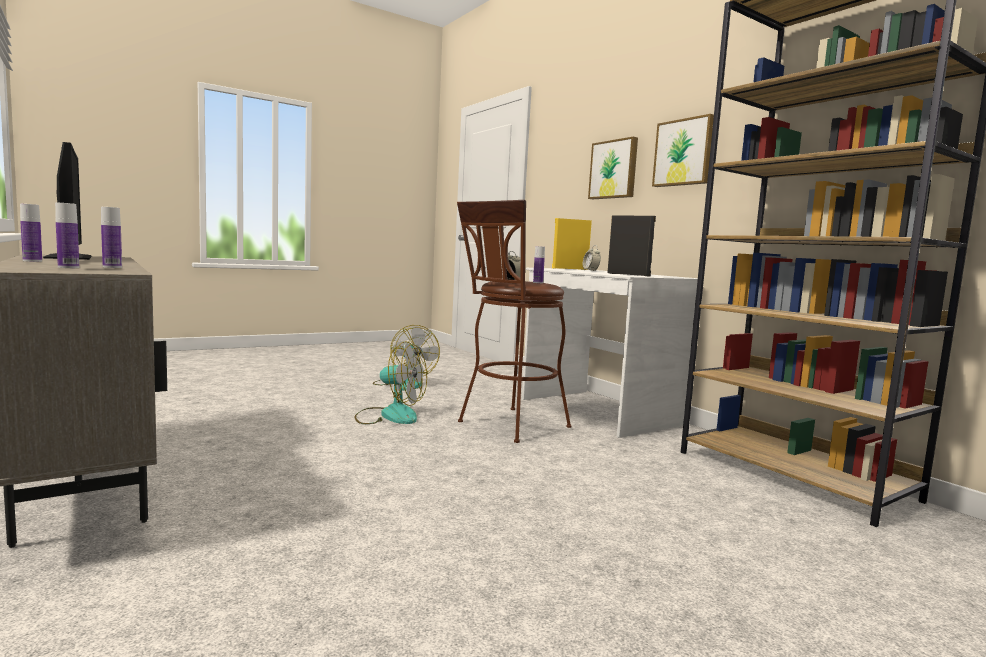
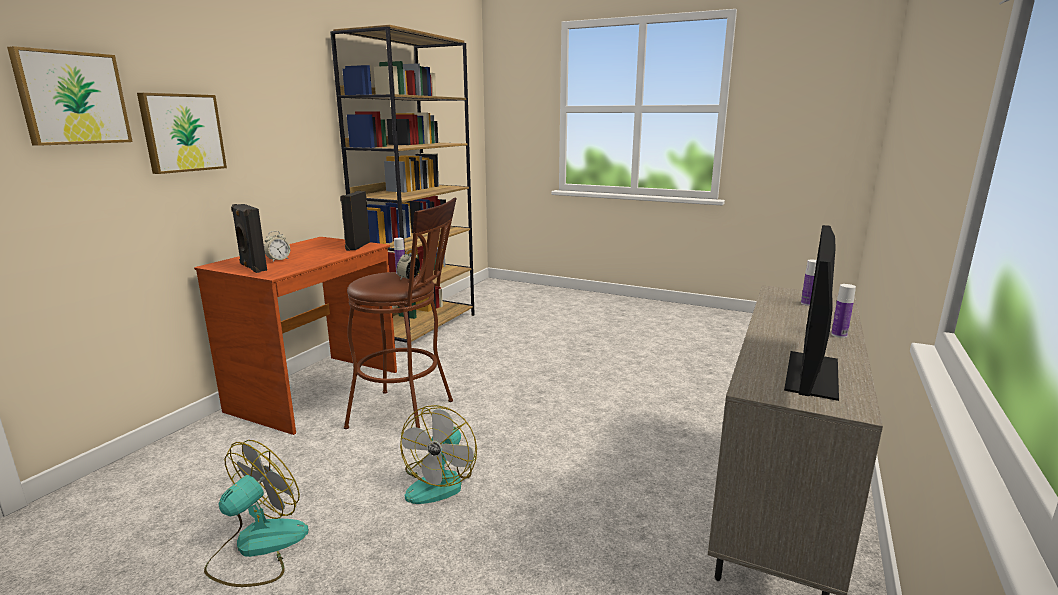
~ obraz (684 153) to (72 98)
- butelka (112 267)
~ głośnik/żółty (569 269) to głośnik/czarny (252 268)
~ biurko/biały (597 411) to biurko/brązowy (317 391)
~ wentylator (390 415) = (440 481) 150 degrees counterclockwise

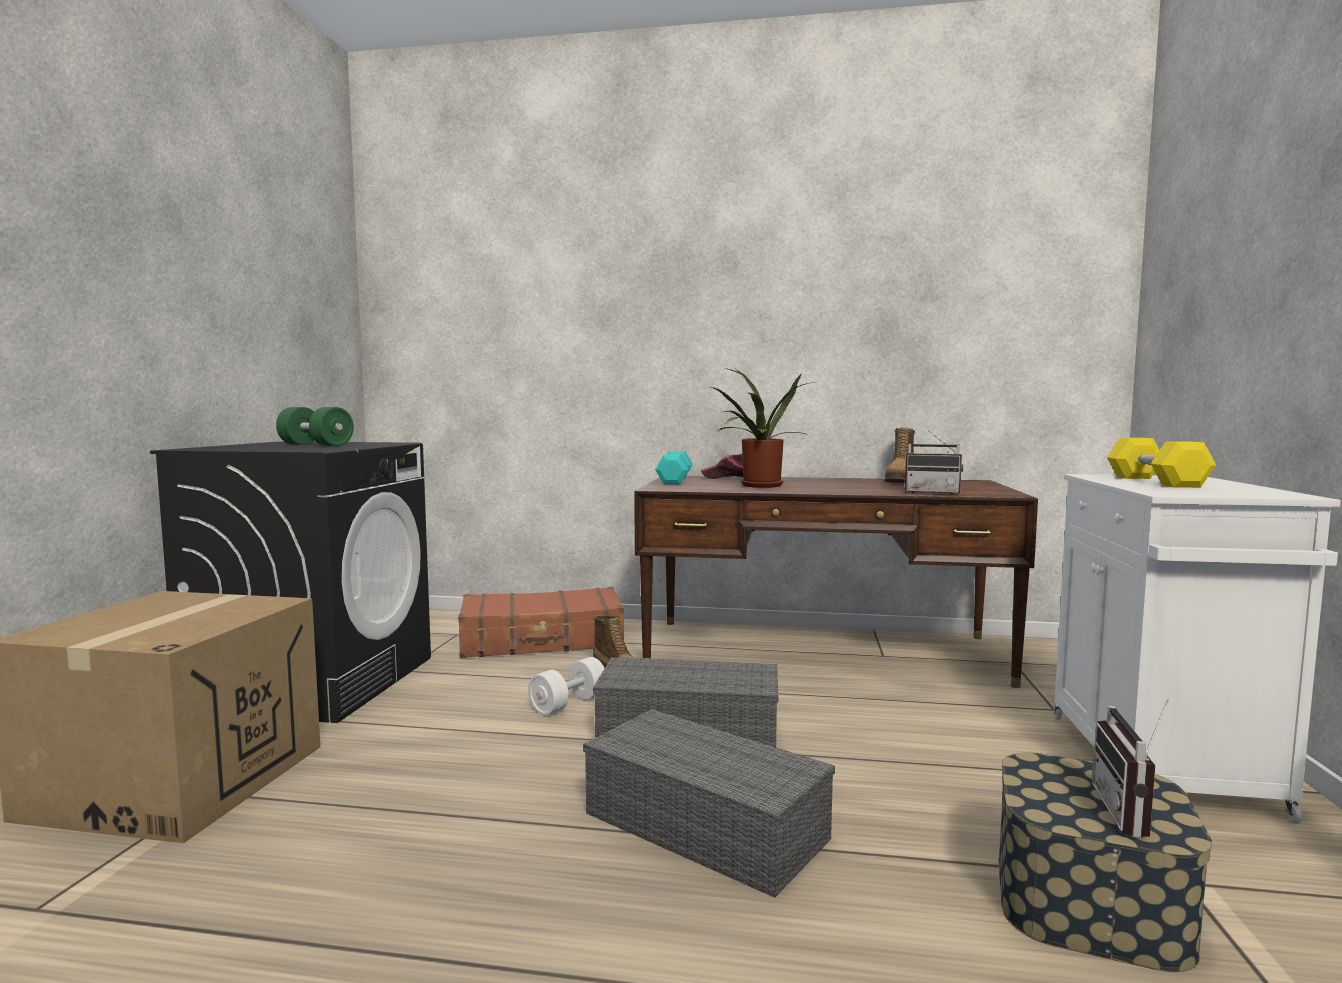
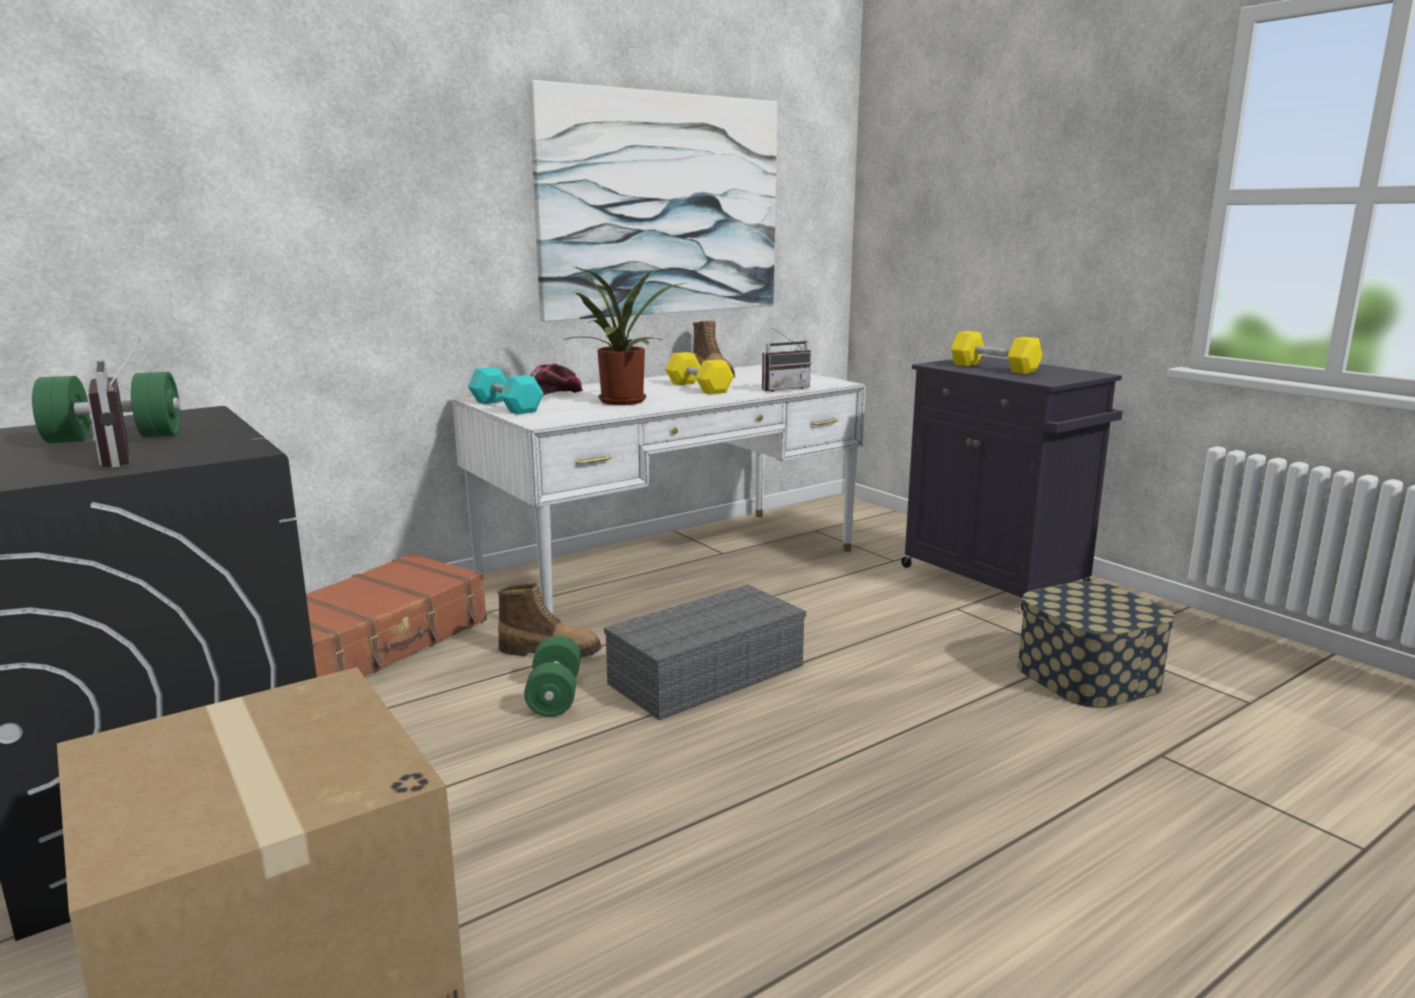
~ szafka/biały (1161 766) to szafka/czarny (997 579)
~ biurko/brązowy (821 651) to biurko/biały (670 564)
~ hantel/biały (568 704) to hantel/zielony (554 696)
~ radio (1133 814) to (130 457)
- pojemnik do przechowywania/szary (709 825)
+ obraz (662 205)
+ hantel/żółty (698 388)

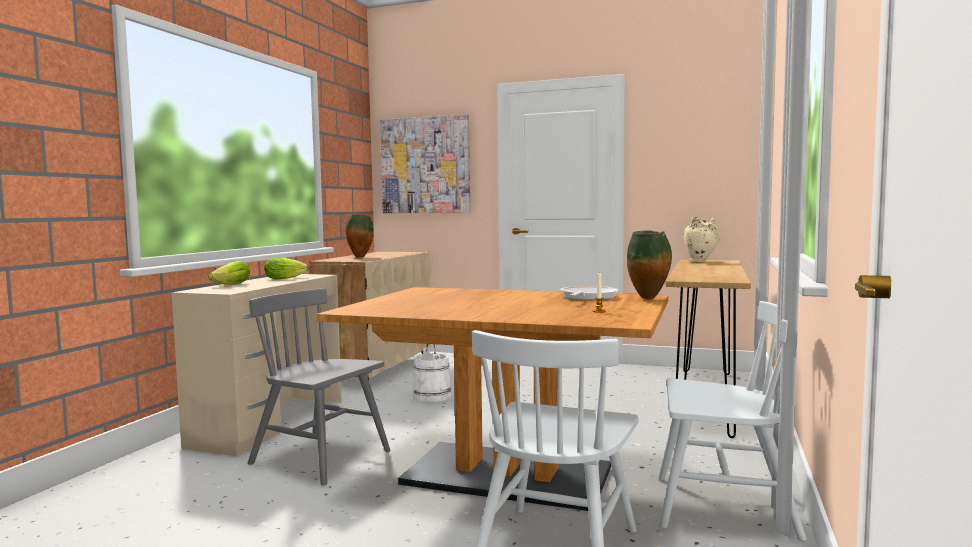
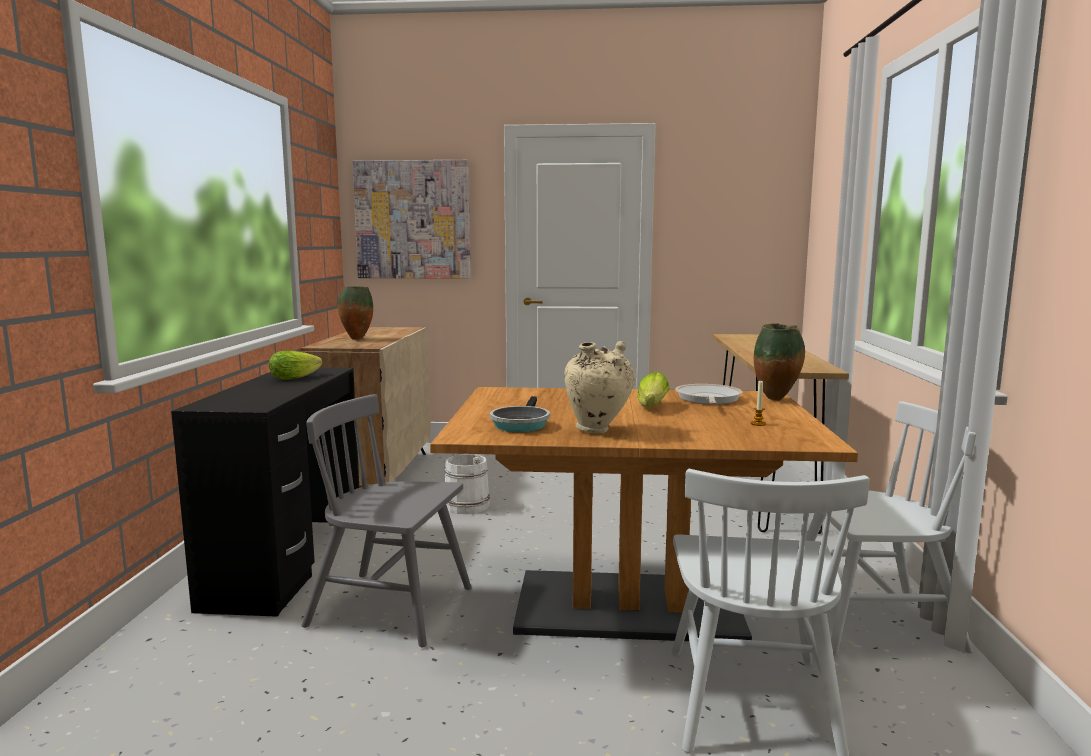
~ wazon/beżowy (701 262) to (598 430)
~ sałata (229 285) to (651 407)
~ biurko/beżowy (269 422) to biurko/czarny (287 561)
+ patelnia (520 424)

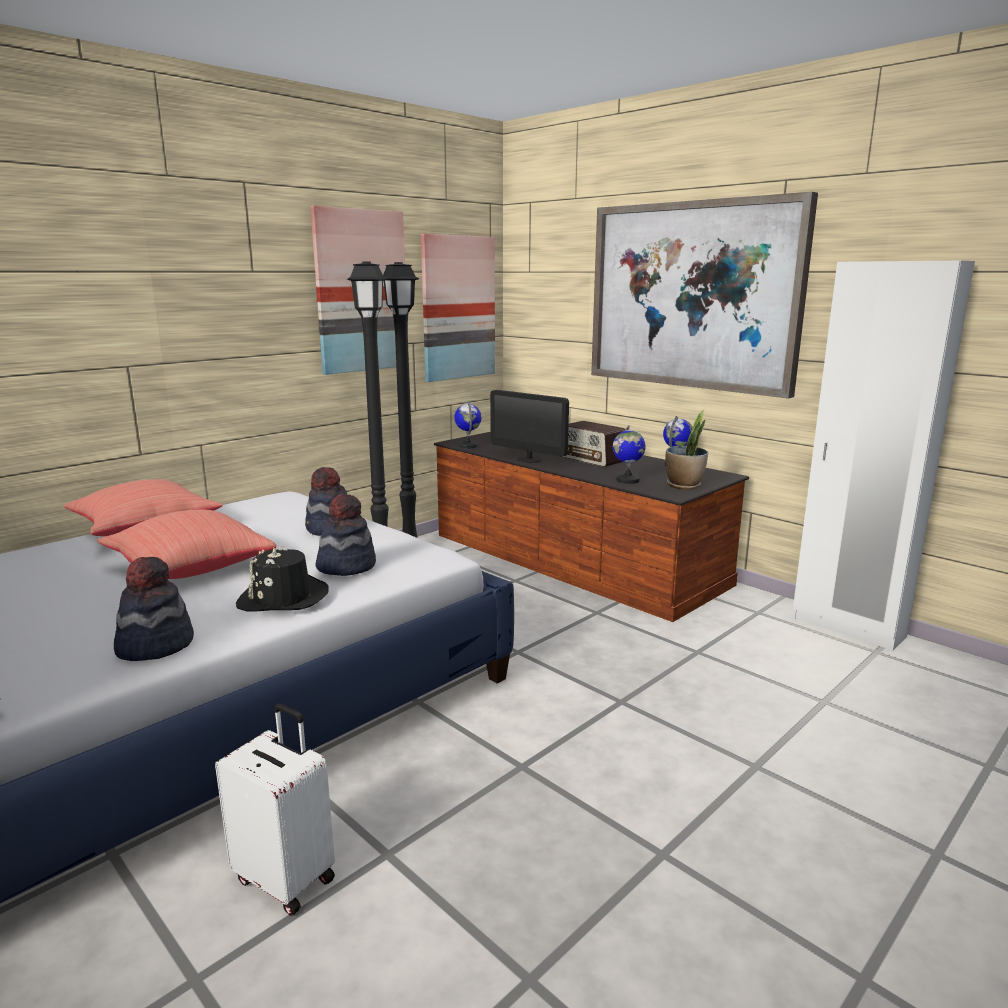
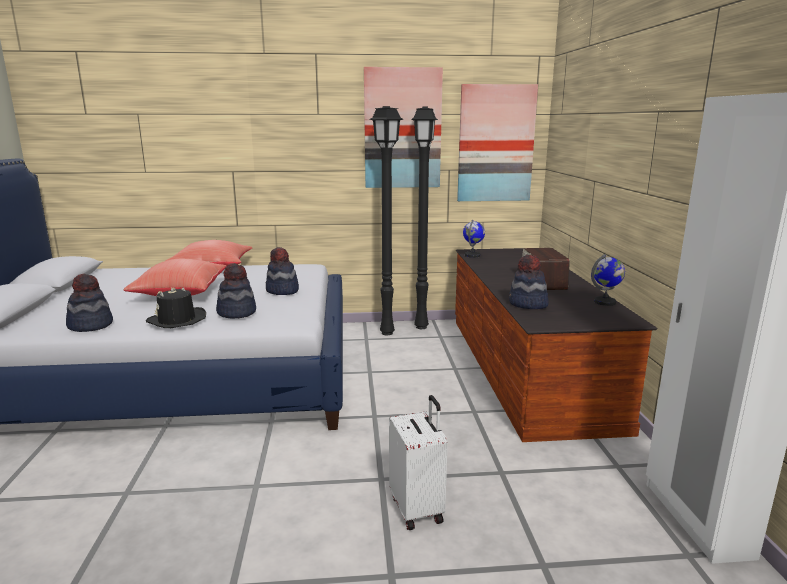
- obraz (692 296)
- monitor (529 459)
- roślina doniczkowa (684 485)
~ globus (627 480) to kapelusz (527 304)
~ walizka/biały (287 878) to (418 509)

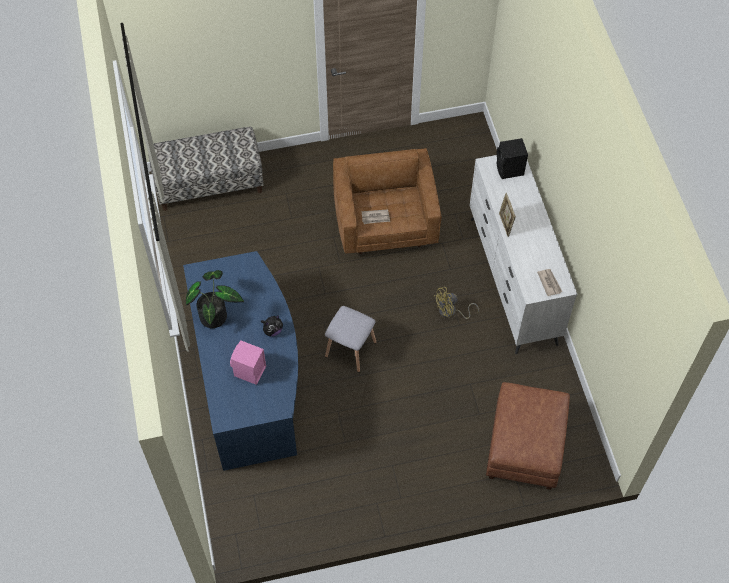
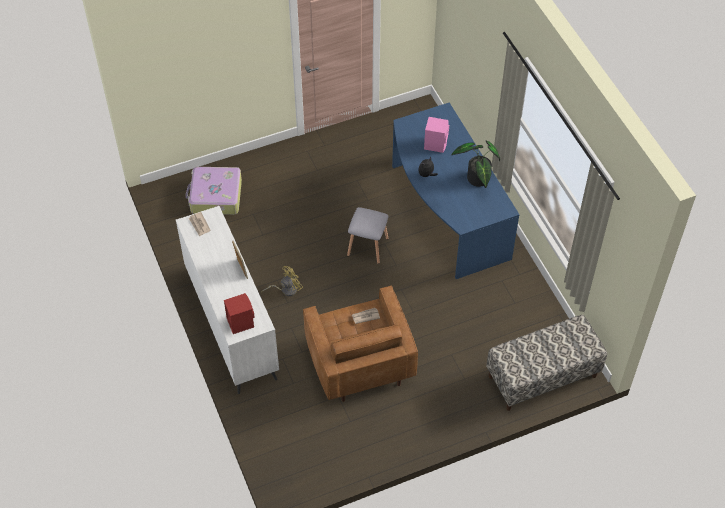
~ głośnik/czarny (510 170) to głośnik/czerwony (240 322)
~ pufa/brązowy (524 446) to walizka (215 196)

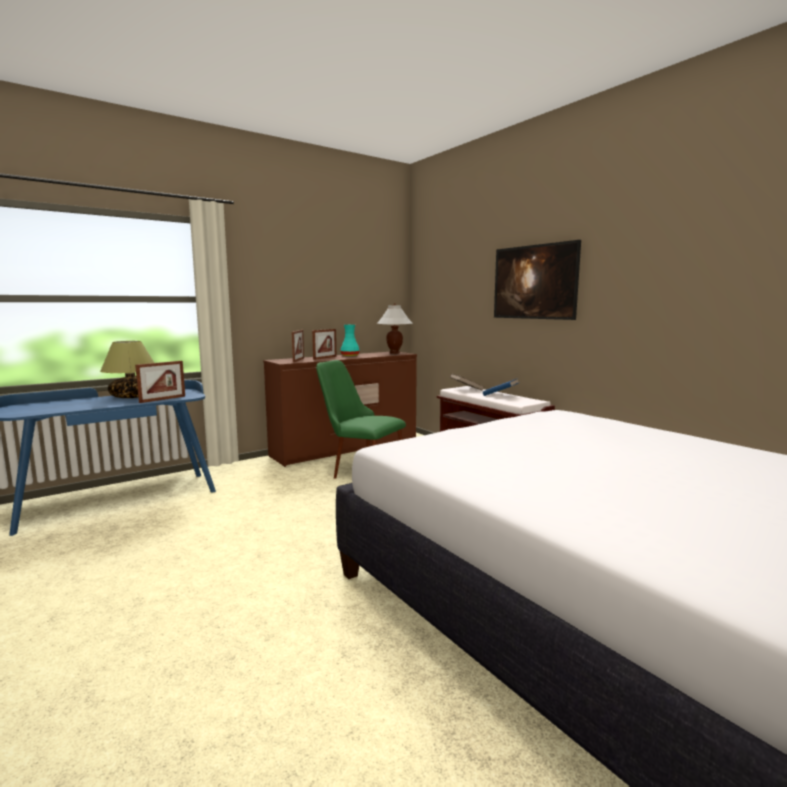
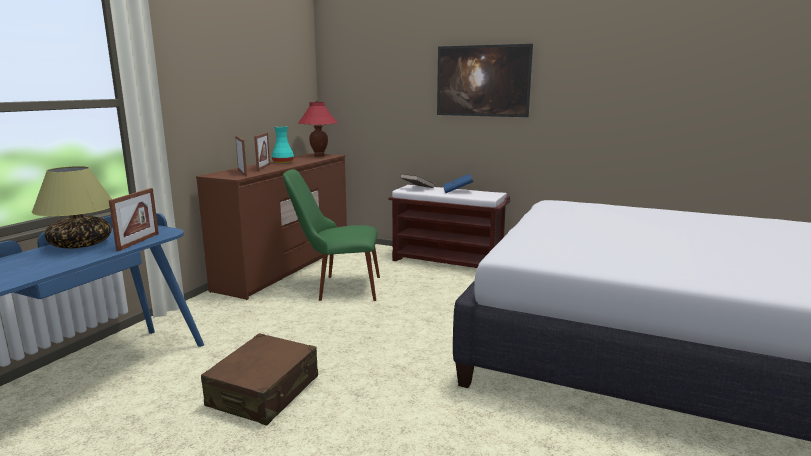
~ lampa stołowa/biały (394 353) to lampa stołowa/czerwony (319 155)
+ walizka/brązowy (264 392)

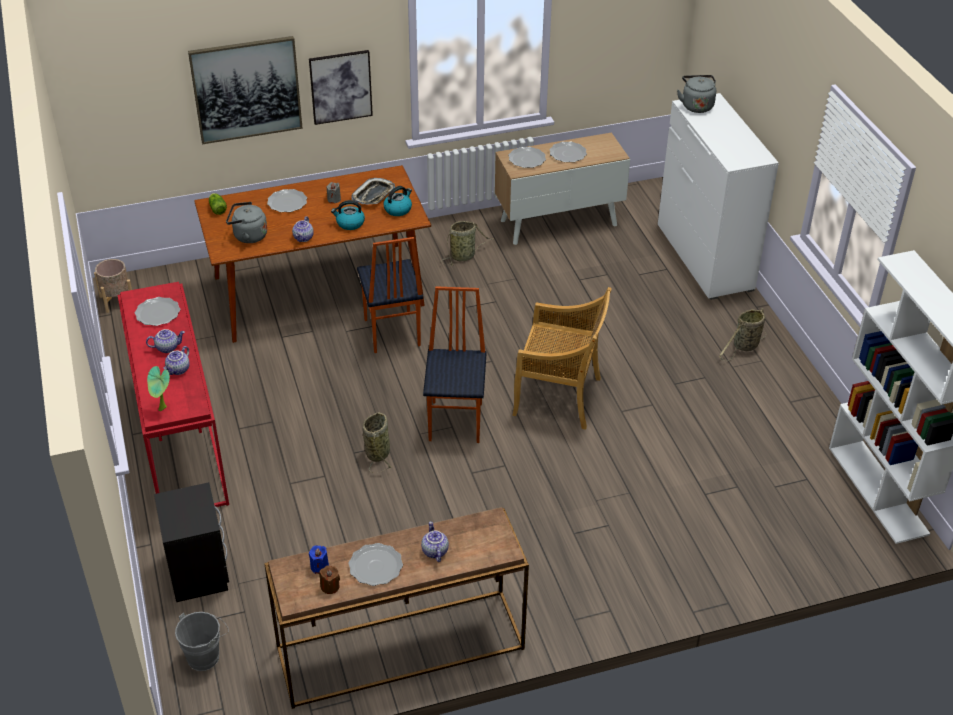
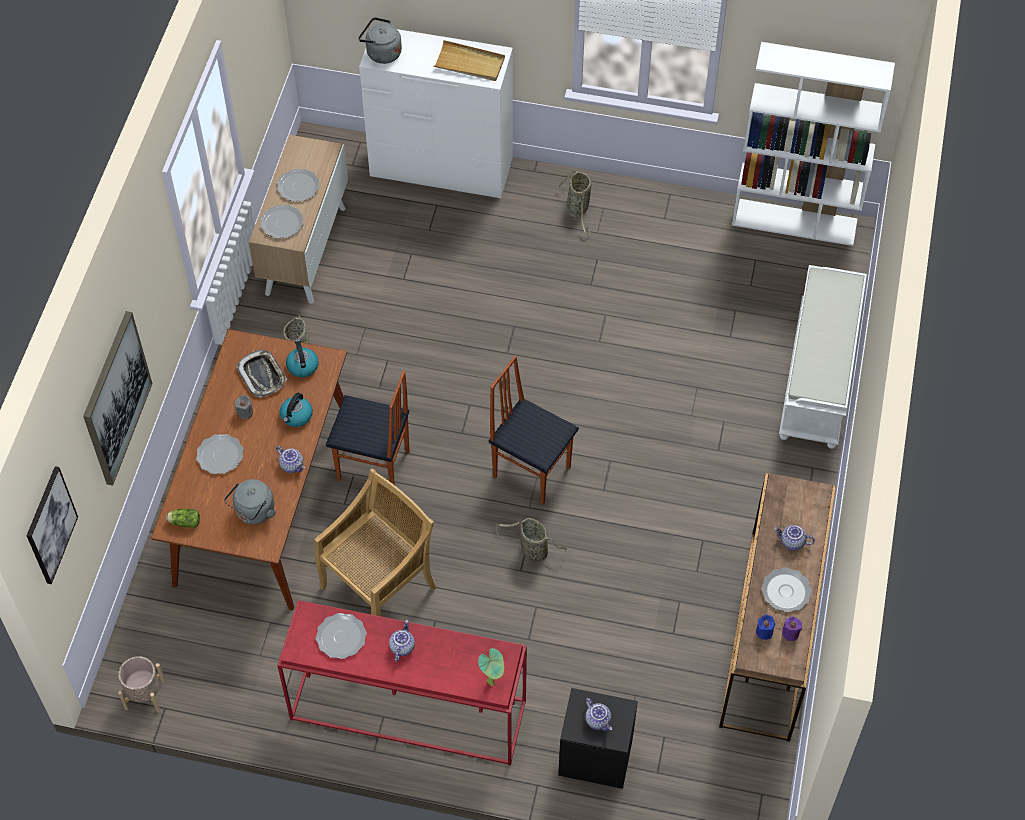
~ obraz (341 86) to (50 525)
~ krzesło/beżowy (559 397) to (379 586)
~ imbryk (178 370) to (598 720)
~ świeca/brązowy (330 586) to świeca/fioletowy (790 633)
- wiadro/szary (206 655)
+ taca/beżowy (469 63)
+ ławka/biały (819 377)

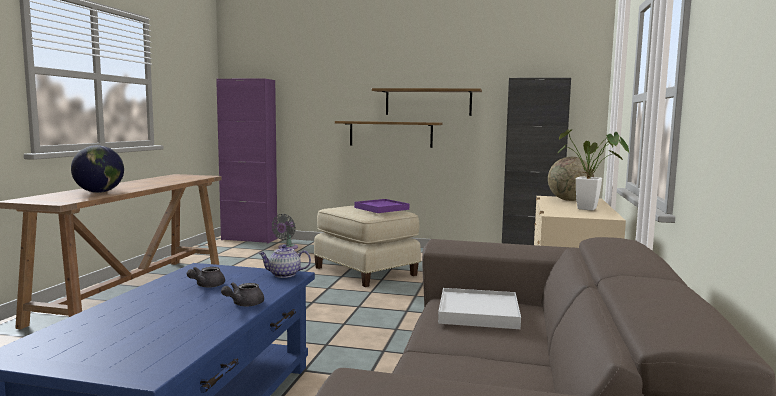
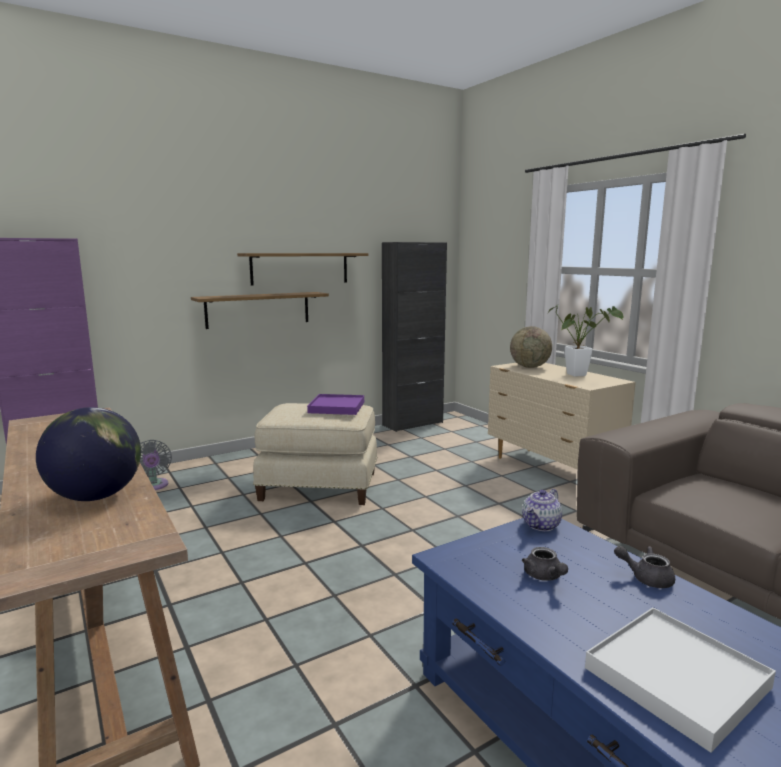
~ imbryk/szary (243 304) = (646 578) 120 degrees clockwise
~ taca/biały (478 312) to (677 678)

